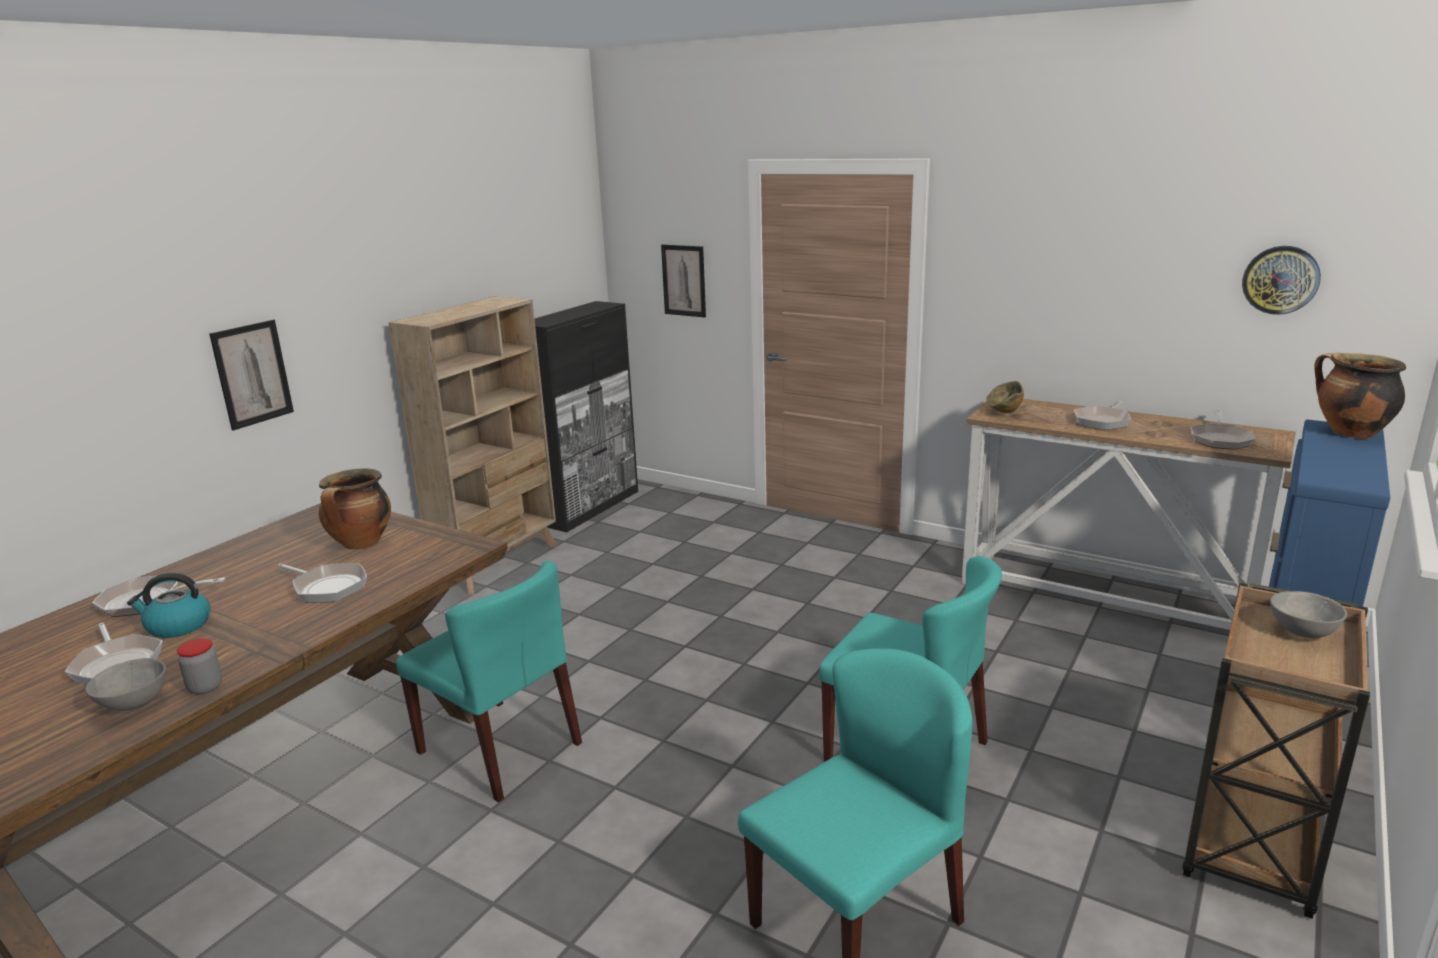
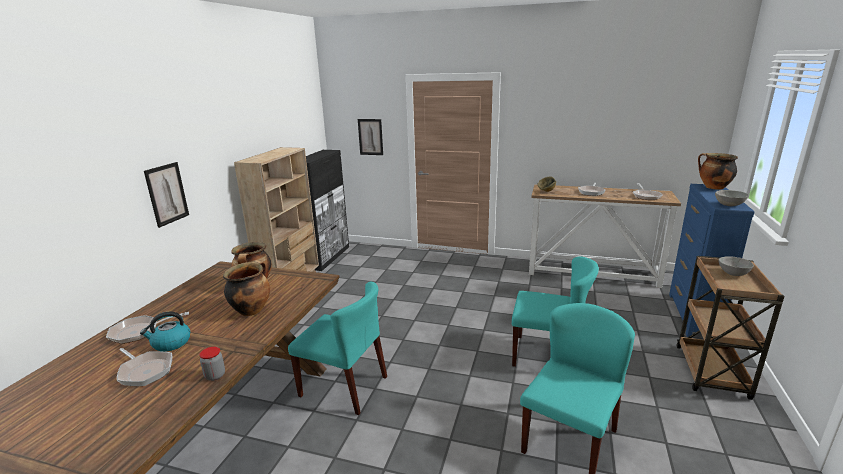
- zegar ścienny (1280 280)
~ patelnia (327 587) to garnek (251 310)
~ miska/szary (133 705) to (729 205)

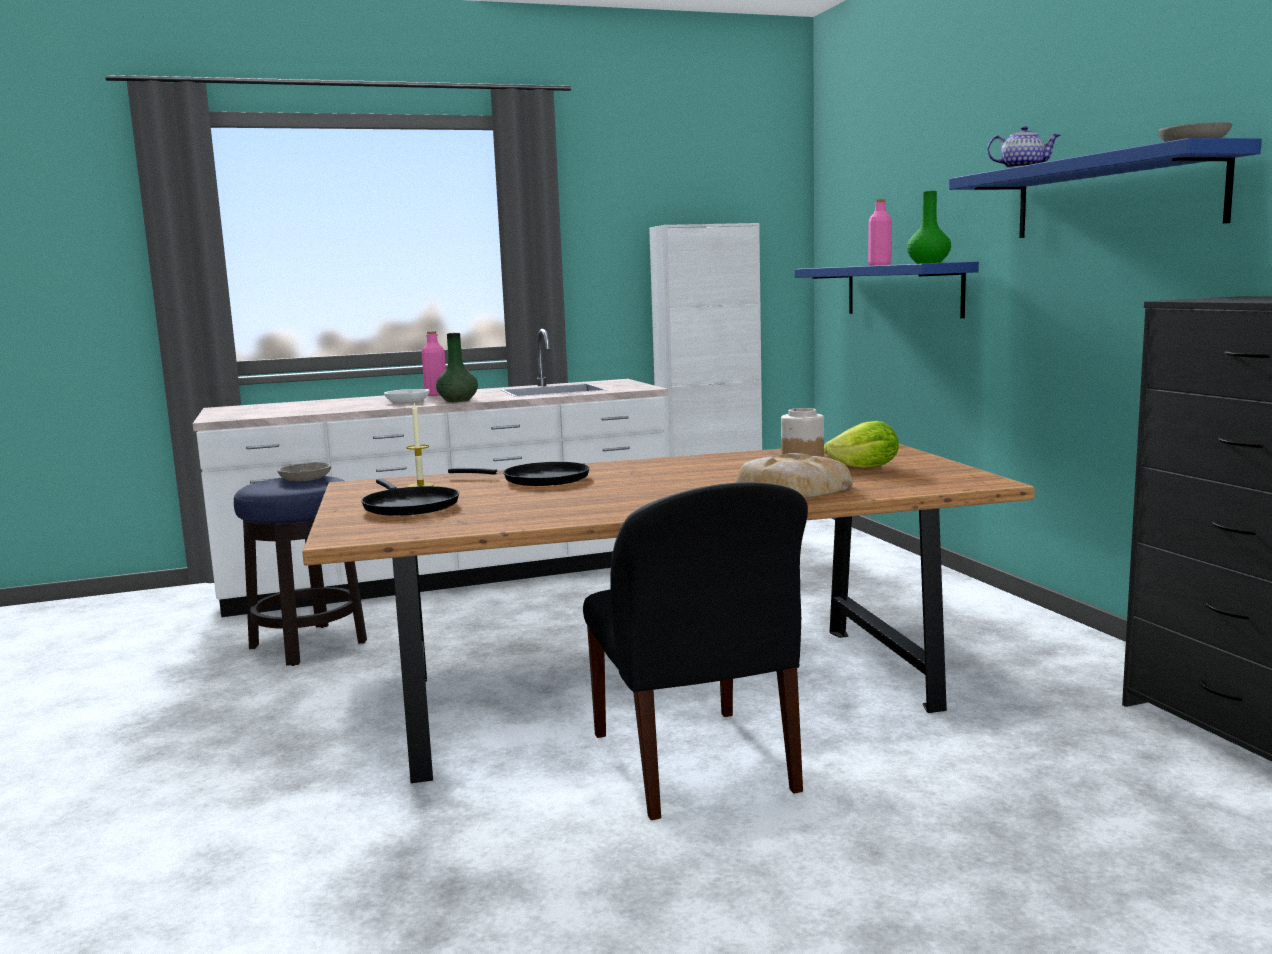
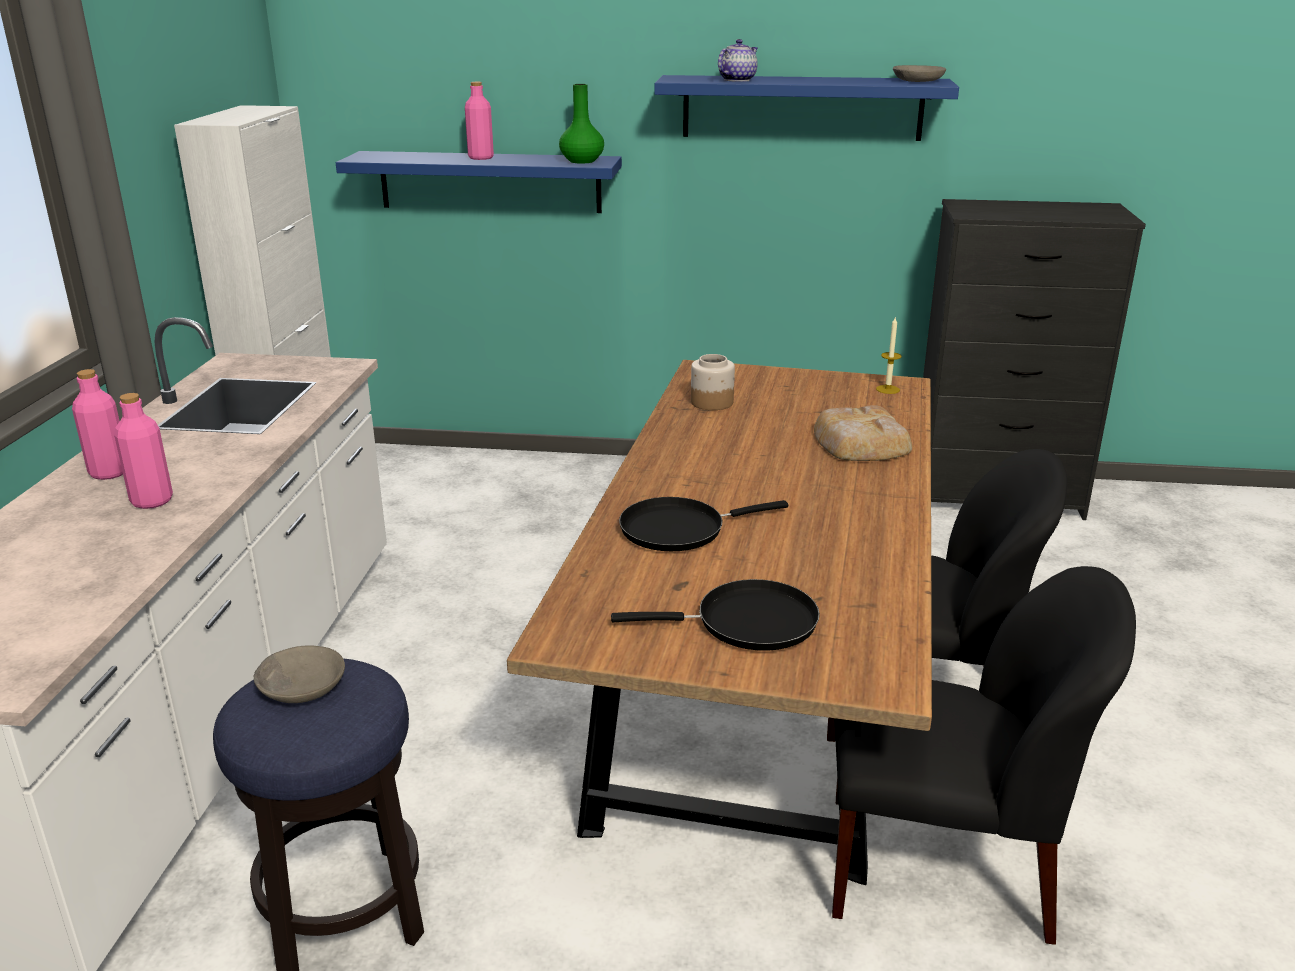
- wazon/zielony (458 400)
~ miska/biały (408 401) to butelka/różowy (152 501)
~ świeca (420 485) to (887 389)
- sałata (865 468)
~ patelnia/czarny (539 479) = (679 529) 150 degrees counterclockwise
+ krzesło/czarny (943 868)

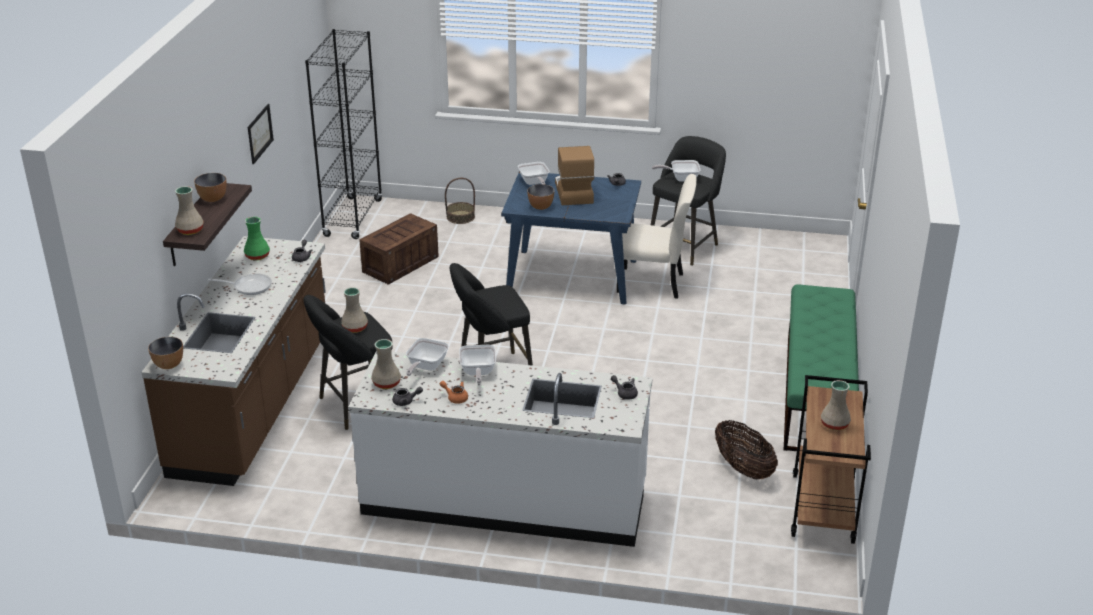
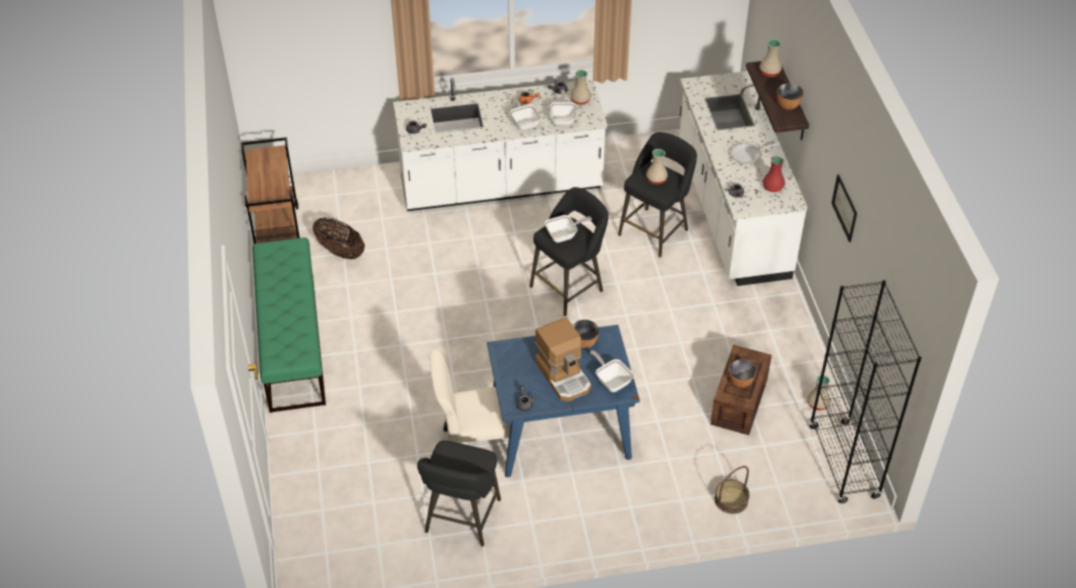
~ patelnia (681 178) to (564 235)
~ wazon/zielony (256 256) to wazon/czerwony (773 187)
~ zabudowa kuchenna/brązowy (254 404) to zabudowa kuchenna/biały (731 212)
~ miska (169 365) to (740 382)
~ wazon/beżowy (834 424) to (818 404)

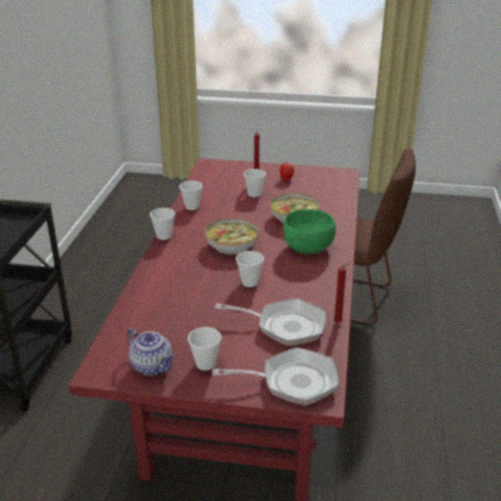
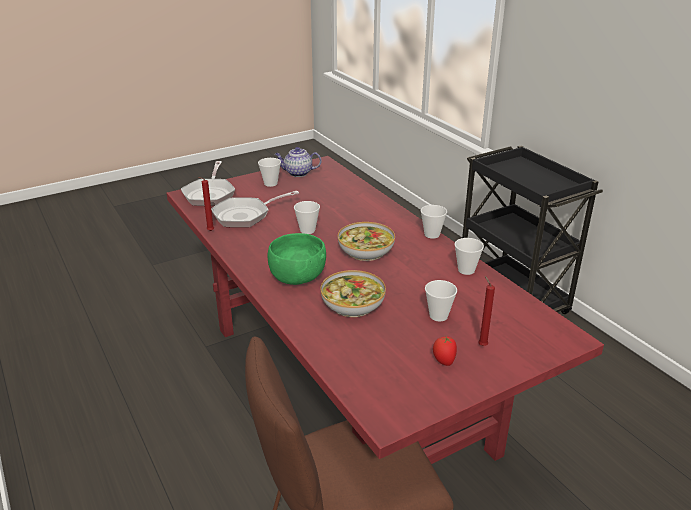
~ patelnia (292 382) = (210 194) 45 degrees counterclockwise

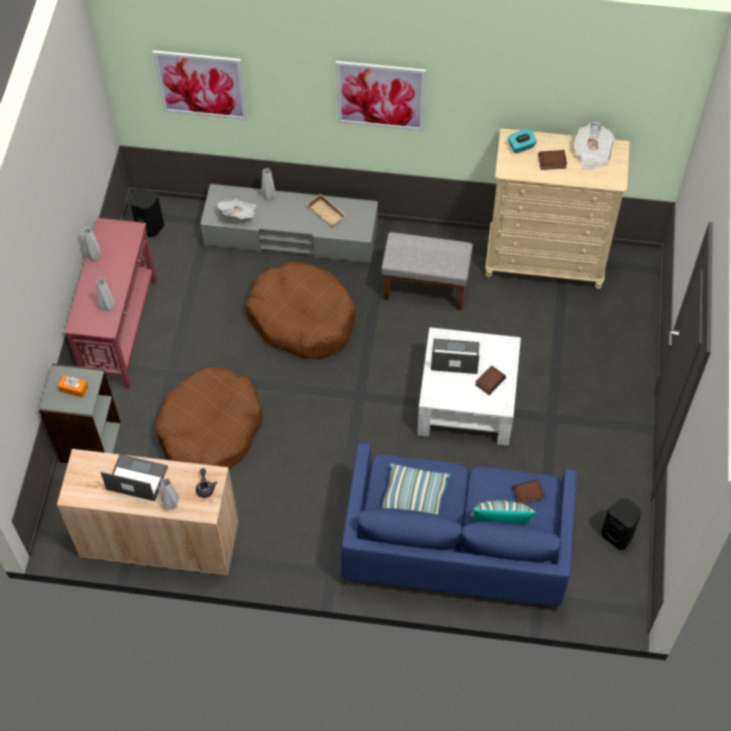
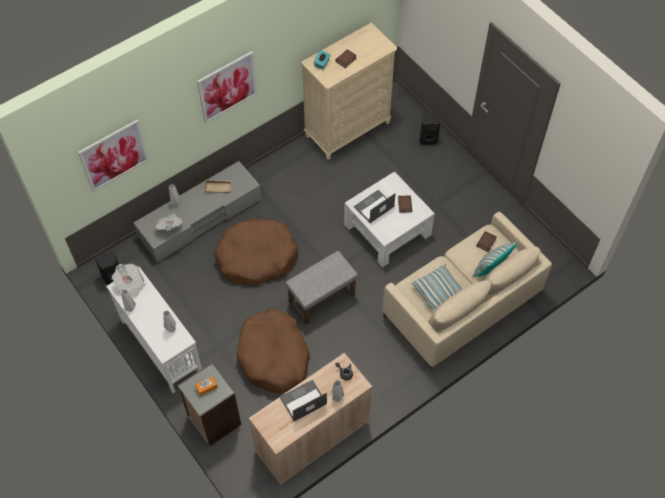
~ gazeta (592 154) to (130 285)
~ stolik konsolowy/czerwony (121 329) to stolik konsolowy/biały (161 345)
~ pufa/szary (426 287) to (322 297)
~ kanapa/niebieski (455 547) to kanapa/beżowy (461 305)
~ głośnik/czarny (617 535) to (428 139)

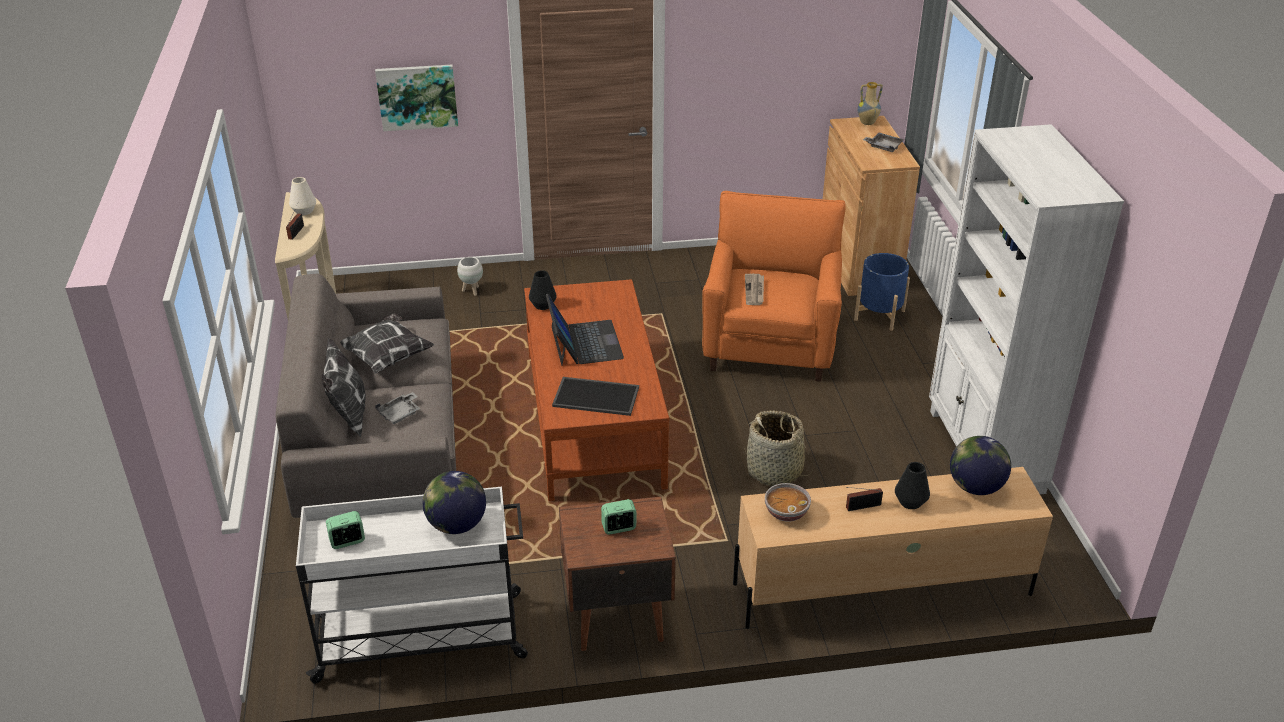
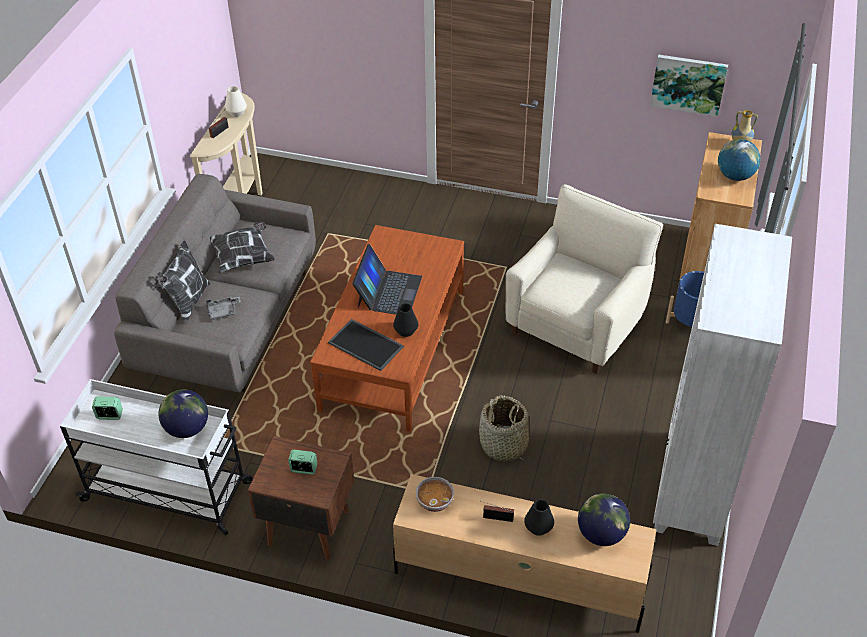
~ obraz (417 96) to (688 84)
~ taca/szary (883 146) to globus (735 176)
~ fotel/pomarańczowy (770 344) to fotel/beżowy (577 324)
- donica/biały (472 291)
~ wazon/czarny (543 305) to (406 331)
- gazeta (755 291)

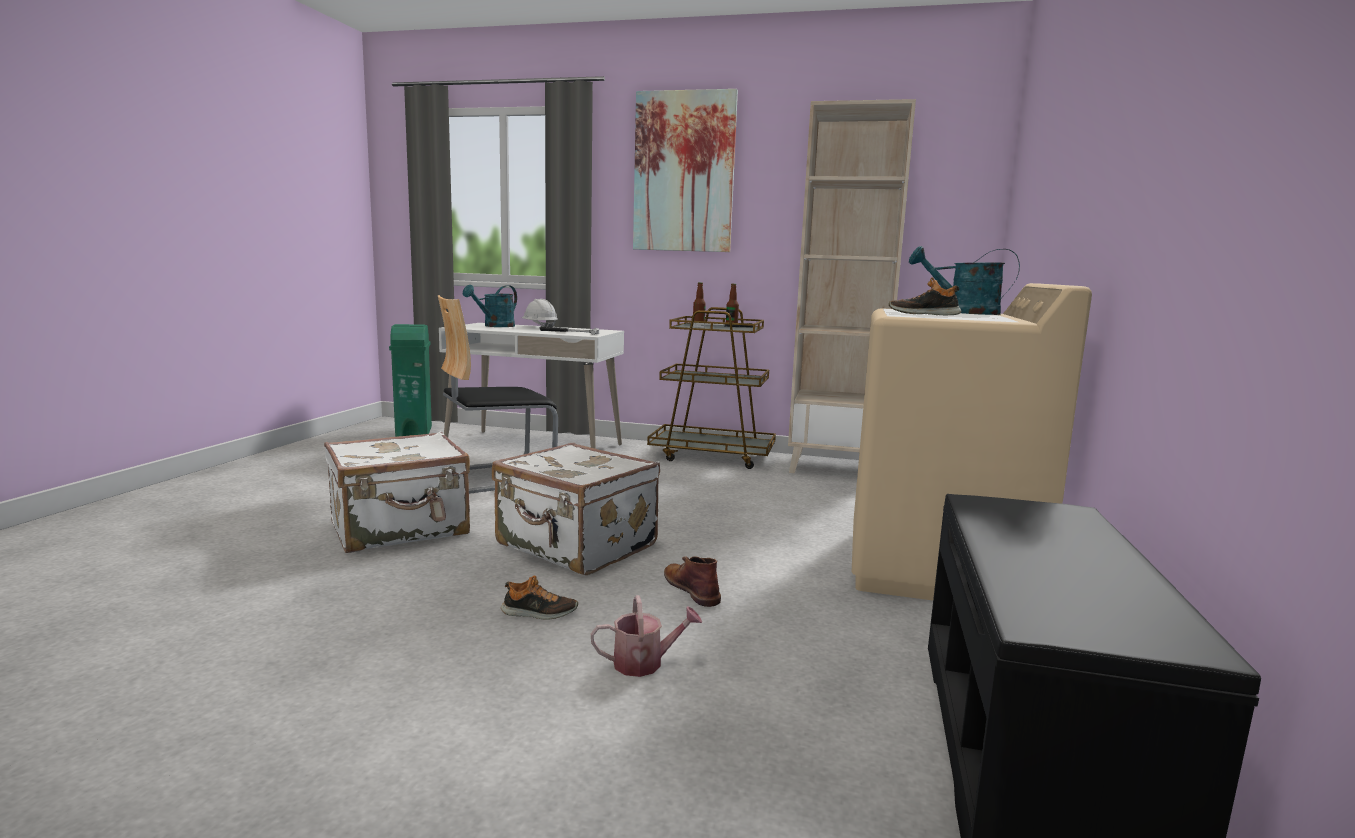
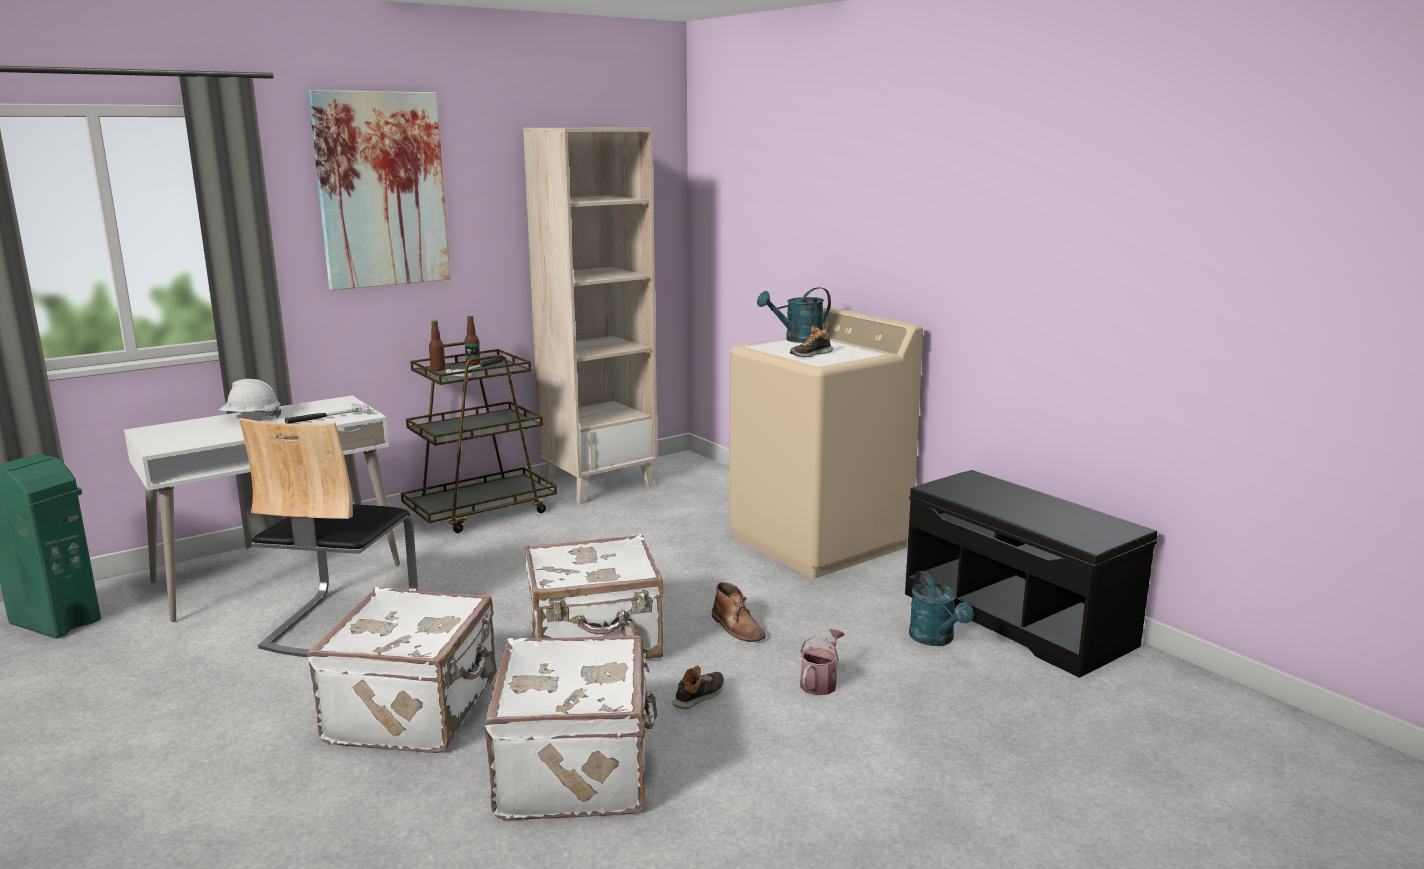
~ konewka/turkusowy (495 326) to (936 639)
~ but z cholewką/brązowy (691 588) = (737 628) 135 degrees counterclockwise
+ walizka/biały (577 770)

